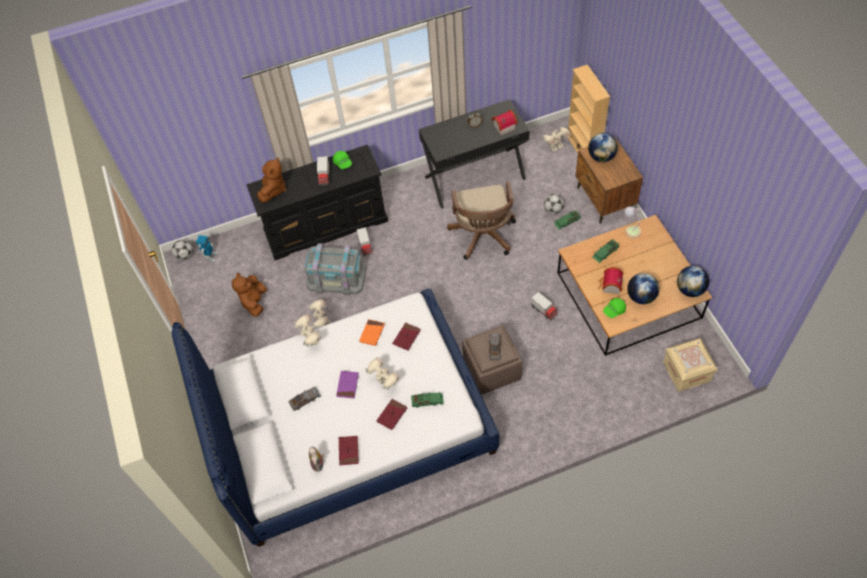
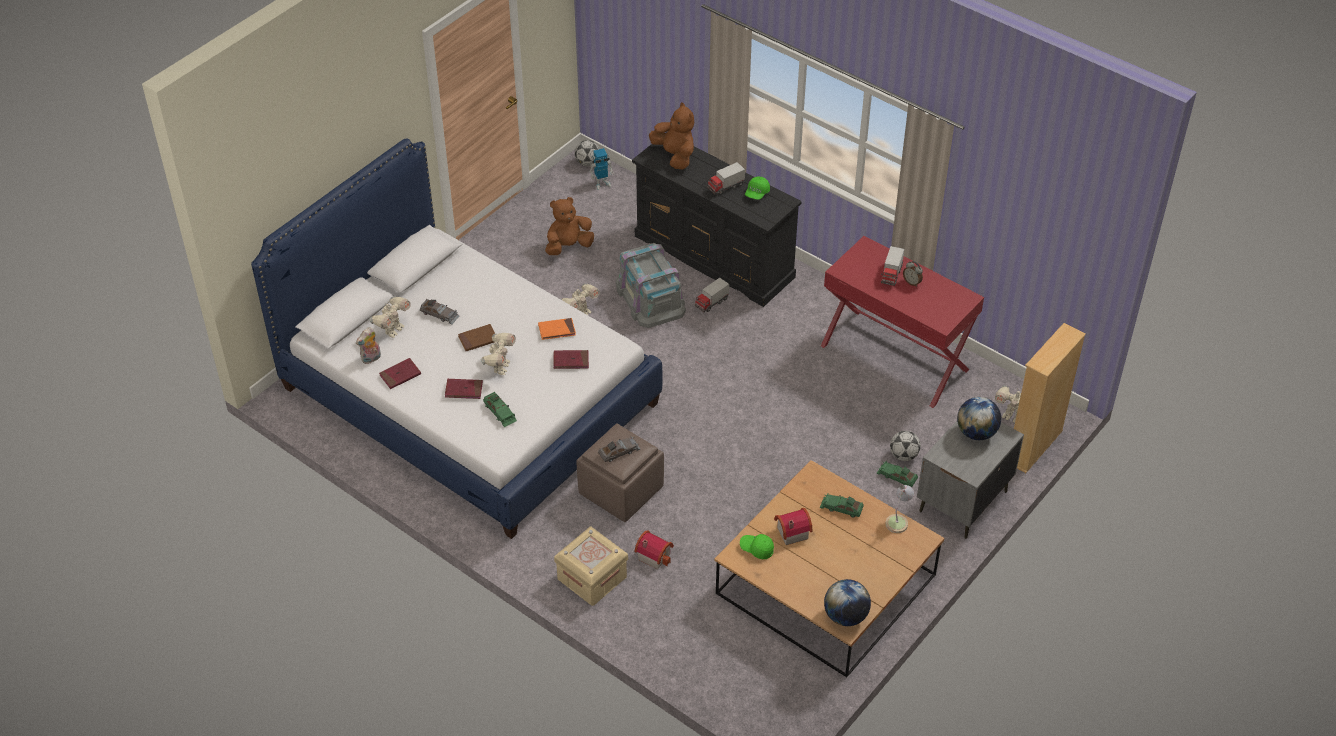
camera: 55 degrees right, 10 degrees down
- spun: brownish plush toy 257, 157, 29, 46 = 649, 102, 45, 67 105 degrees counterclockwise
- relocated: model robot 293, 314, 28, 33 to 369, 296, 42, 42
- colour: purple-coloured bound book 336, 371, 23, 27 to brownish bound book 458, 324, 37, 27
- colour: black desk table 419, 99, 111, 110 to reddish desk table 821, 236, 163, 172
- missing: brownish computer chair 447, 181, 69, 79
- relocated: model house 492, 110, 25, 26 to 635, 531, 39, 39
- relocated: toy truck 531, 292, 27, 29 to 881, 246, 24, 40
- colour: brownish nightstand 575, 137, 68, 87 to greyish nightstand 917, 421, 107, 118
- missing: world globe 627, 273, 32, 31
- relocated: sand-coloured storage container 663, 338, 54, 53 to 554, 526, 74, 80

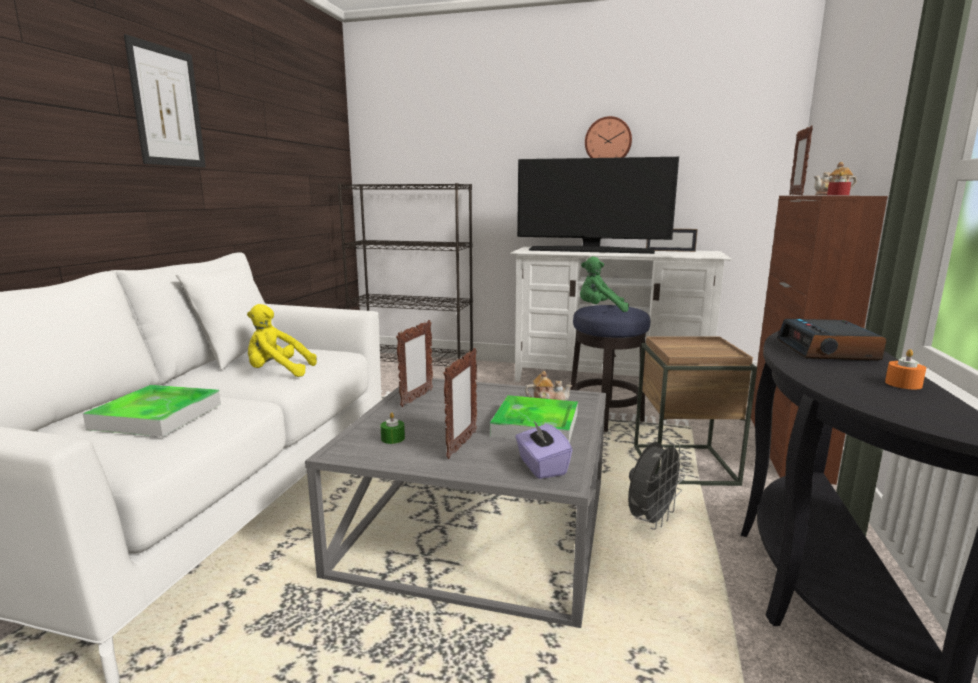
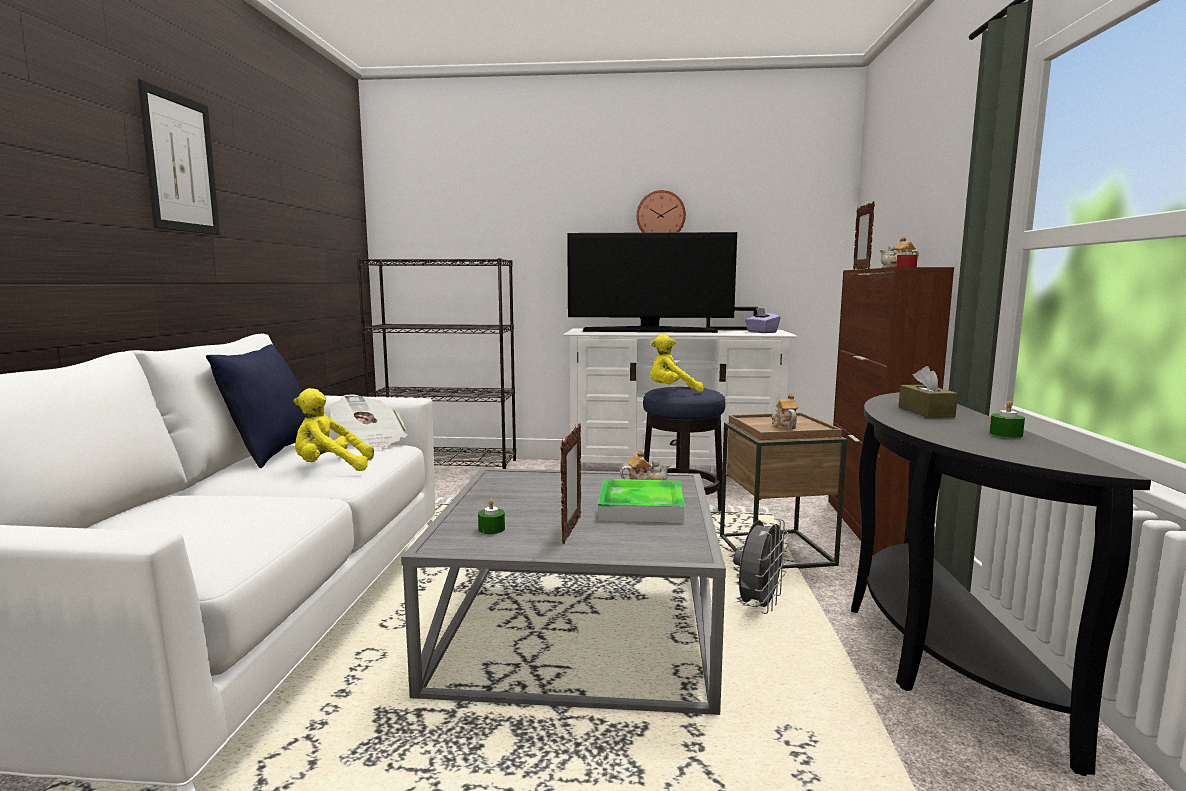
camera: 10 degrees left, 5 degrees down
- missing: carrying tray 83, 385, 138, 52
- colour: white throw pillow 176, 263, 102, 107 to blue throw pillow 206, 344, 99, 124
- missing: standing frame 396, 320, 37, 87
- relocated: purple-coloured box of tissues 515, 421, 57, 58 to 745, 308, 35, 25
- colour: greenish plush toy 580, 256, 49, 56 to yellowish plush toy 650, 334, 53, 58
- exchanged: table clock 777, 319, 110, 42 to brownish box of tissues 899, 366, 59, 52
- colour: orange-coloured wax light 885, 349, 41, 40 to greenish wax light 989, 401, 36, 37
- appeared: newspaper 329, 394, 79, 55
- appeared: pot for tea 771, 393, 27, 36

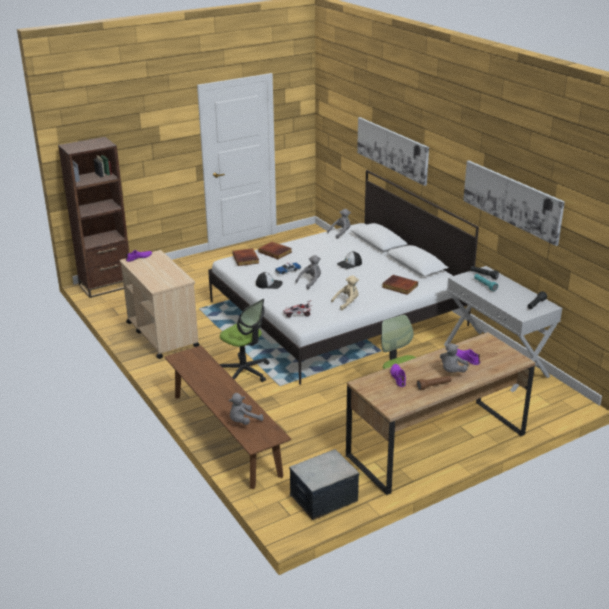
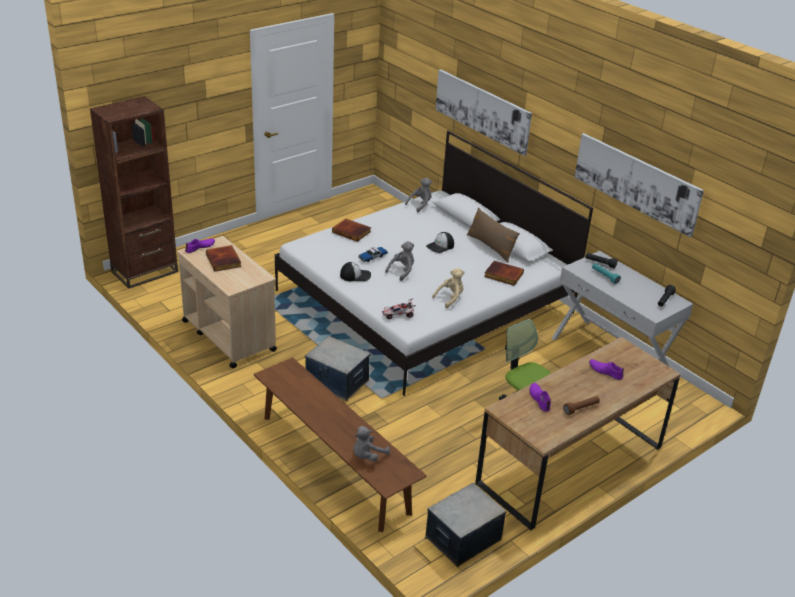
camera: 10 degrees left, 5 degrees up
- exchanged: computer chair 220, 299, 50, 83 to storage container 305, 336, 65, 65
- relocated: bound book 232, 248, 27, 18 to 206, 245, 36, 26
- missing: greyish plush toy 440, 343, 29, 30
- appeared: brownish throw pillow 467, 207, 53, 56

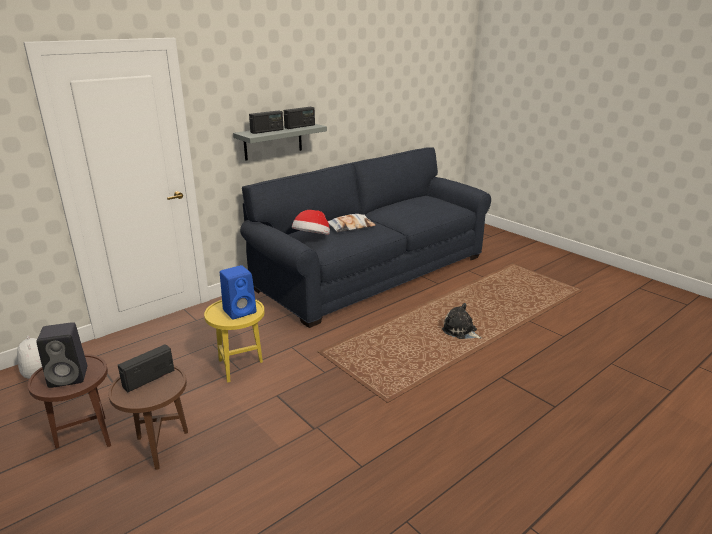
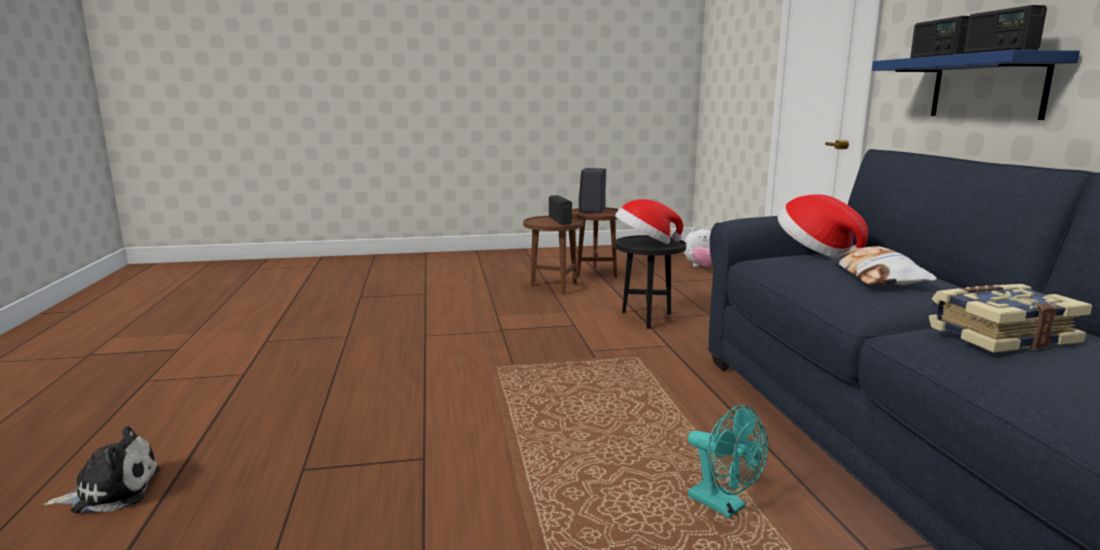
camera: 120 degrees right, 10 degrees down
- colour: yellowish accent table 204, 299, 61, 84 to black accent table 615, 235, 71, 94
- exchanged: blue loudspeaker 220, 265, 37, 54 to wearable hat 615, 199, 68, 45
- colour: greyish wall shelf 233, 124, 94, 37 to blue wall shelf 872, 50, 208, 70
- relocated: plush toy 442, 303, 40, 36 to 44, 426, 116, 87
- appeared: blue-green fan 688, 405, 80, 113
- appeared: bound book 929, 284, 163, 69

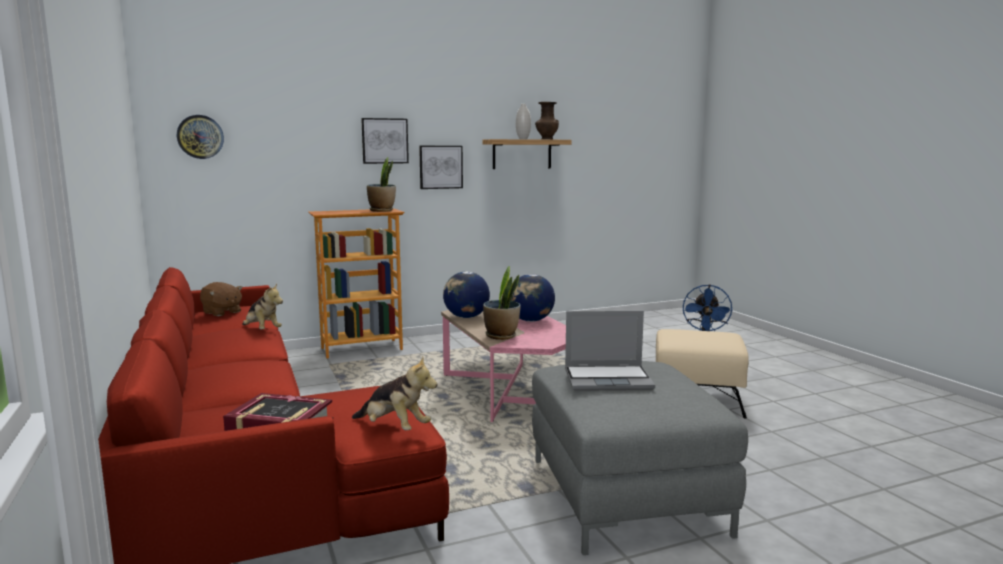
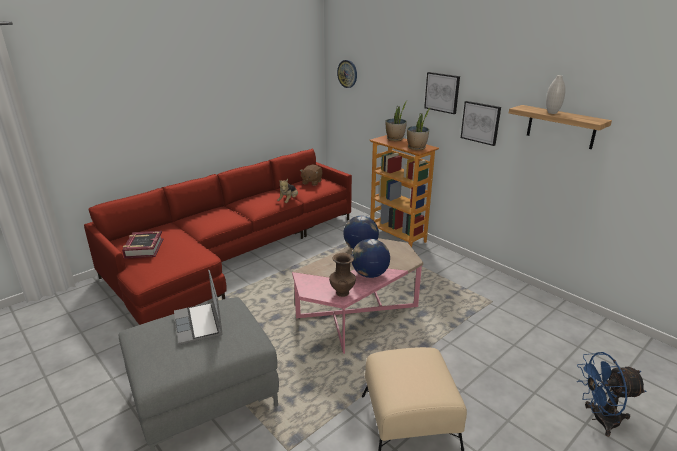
camera: 70 degrees right, 15 degrees up
- missing: plush toy 352, 357, 85, 73
- relocated: houseplant 483, 266, 38, 74 to 385, 101, 22, 40
- relocated: brownish decorative vase 535, 102, 24, 37 to 329, 253, 27, 44

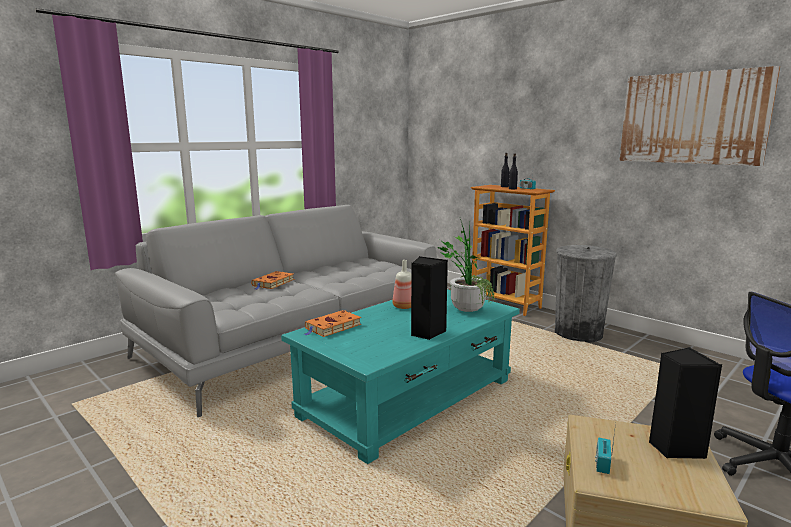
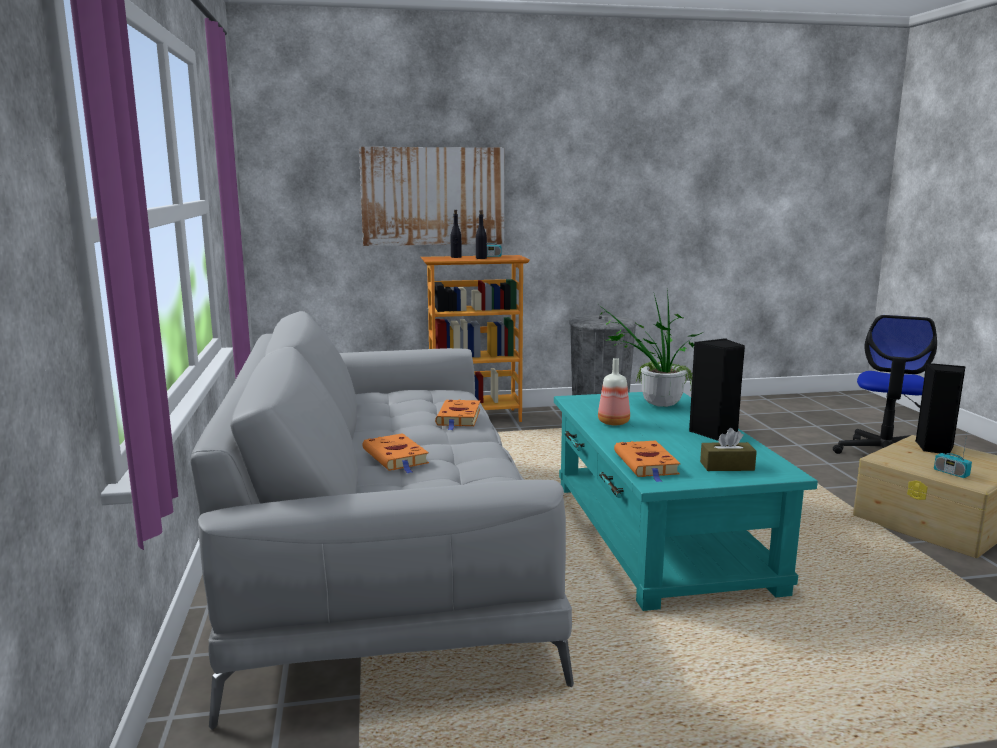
camera: 55 degrees left, 0 degrees up
- relocated: wall art 619, 66, 161, 100 to 359, 147, 145, 99
- appeared: orange-coloured bound book 435, 399, 45, 31
- appeared: brownish box of tissues 700, 428, 57, 43

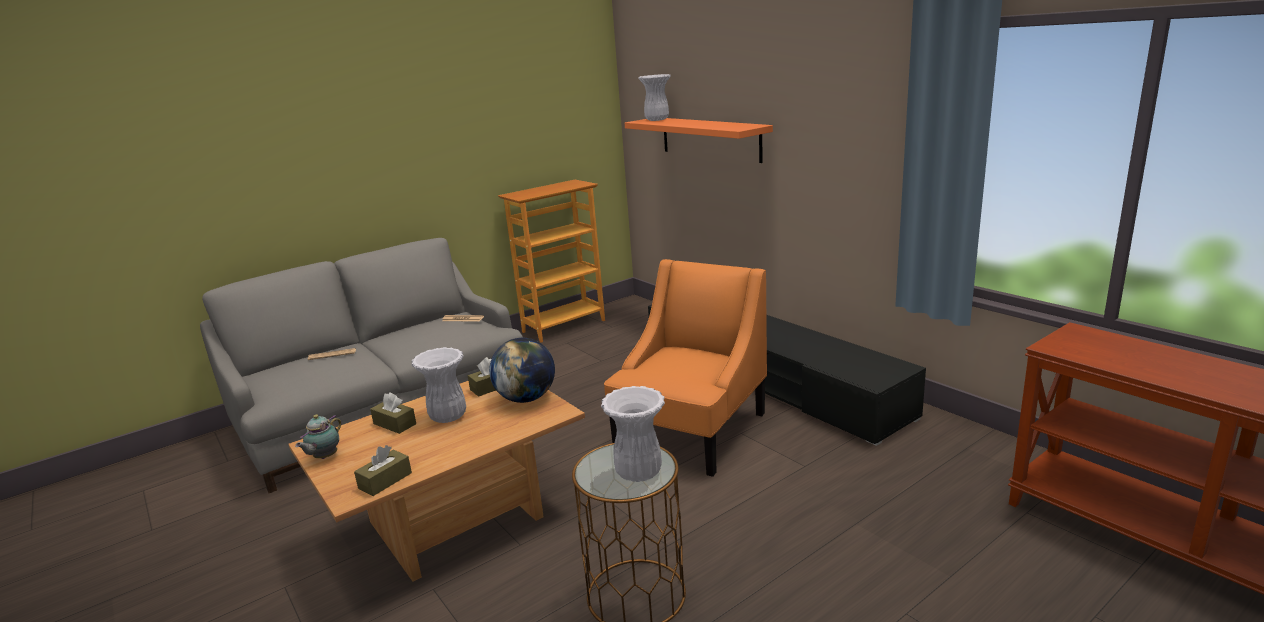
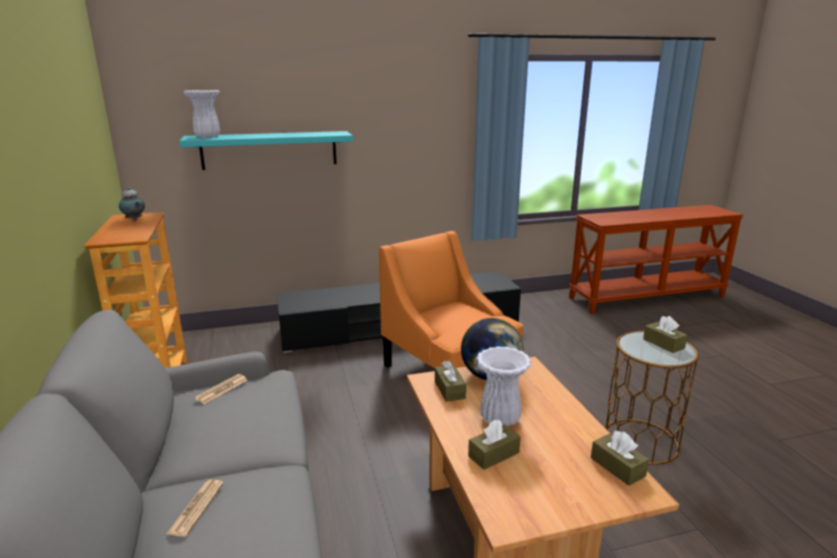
camera: 70 degrees left, 0 degrees up
- relocated: pot for tea 295, 414, 46, 45 to 119, 187, 26, 33
- exchanged: white decorative vase 601, 386, 64, 96 to brownish box of tissues 643, 316, 45, 37
- colour: orange-coloured wall shelf 625, 118, 148, 45 to blue-green wall shelf 179, 131, 174, 39

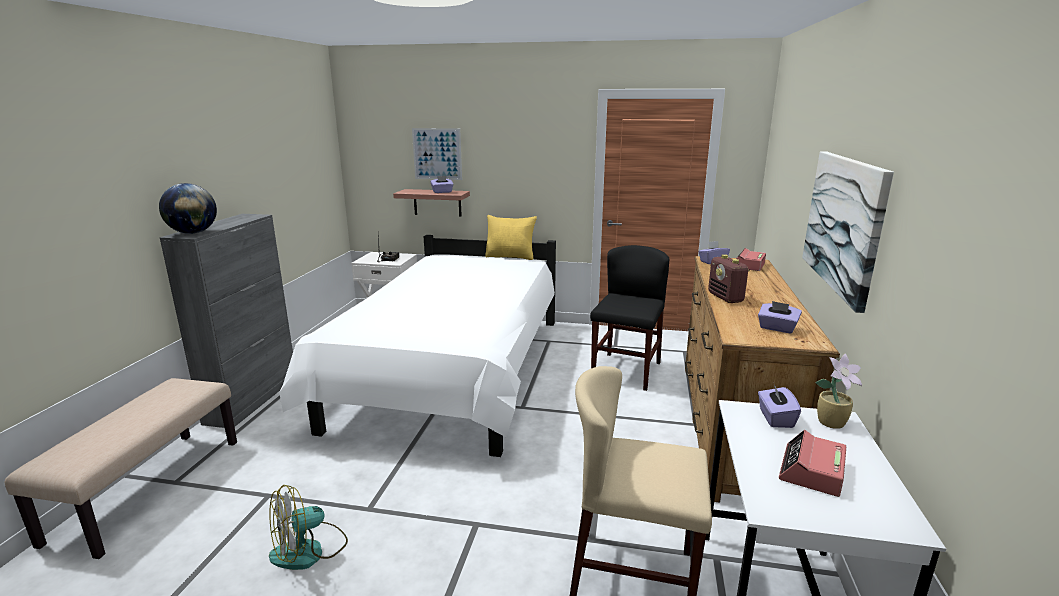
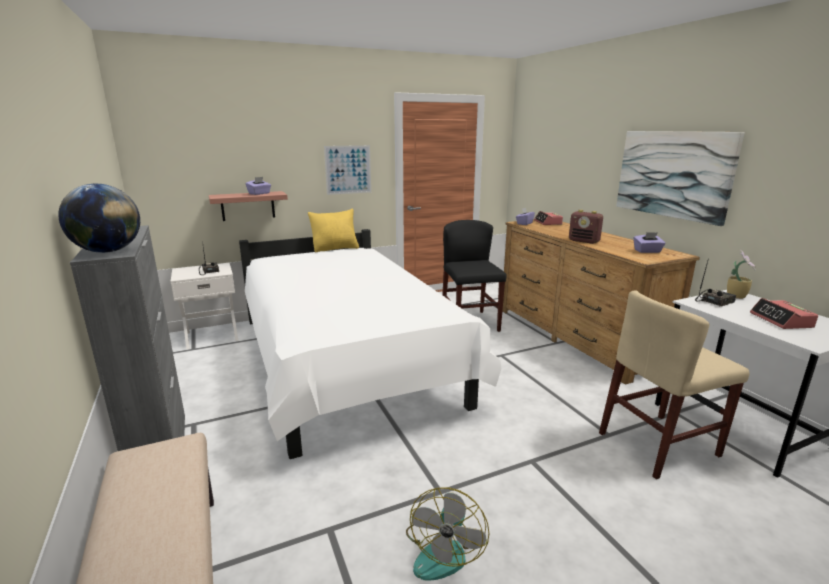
camera: 35 degrees left, 0 degrees up
- relocated: wall art 412, 128, 50, 52 to 324, 145, 47, 50
- exchanged: purple-coloured box of tissues 758, 382, 43, 46 to radio set 695, 258, 41, 49

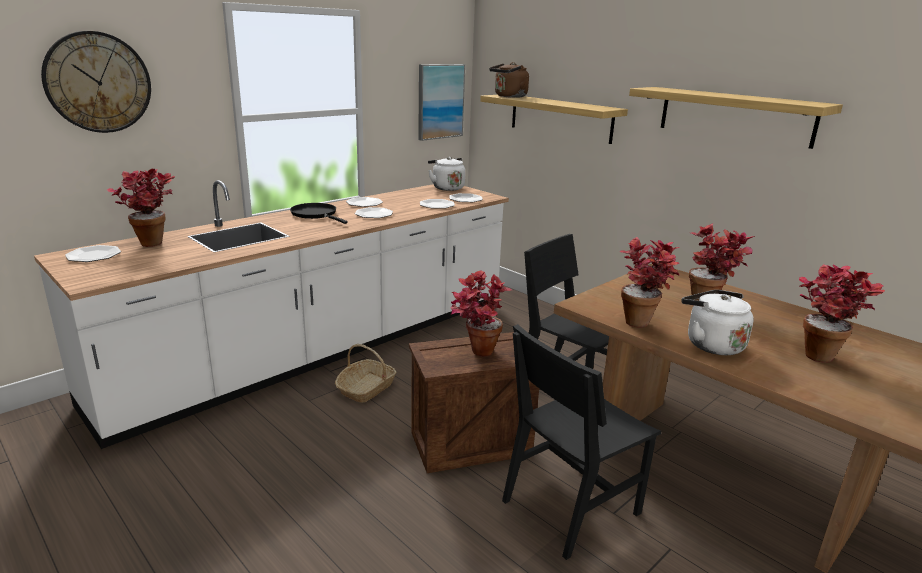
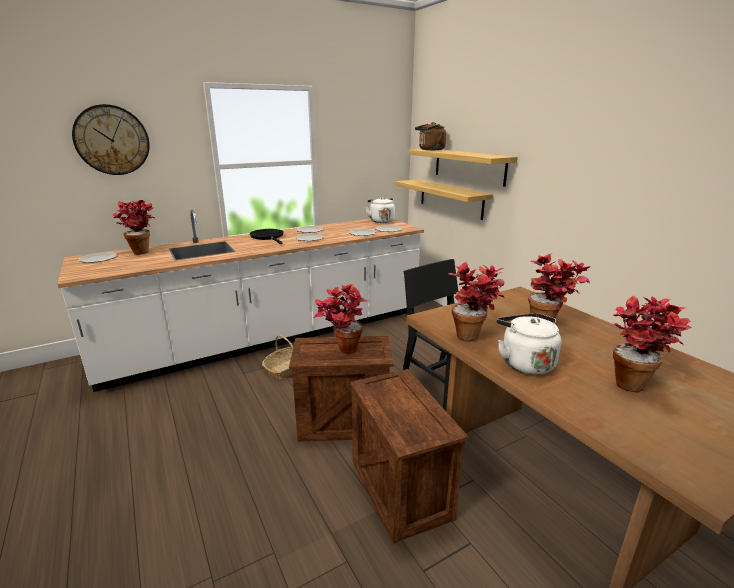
camera: 15 degrees right, 0 degrees up
- missing: wall art 418, 64, 47, 77
- exchanged: black chair 502, 324, 159, 236 to crate 350, 369, 119, 174
- relocated: wall shelf 629, 87, 214, 62 to 396, 179, 97, 41

